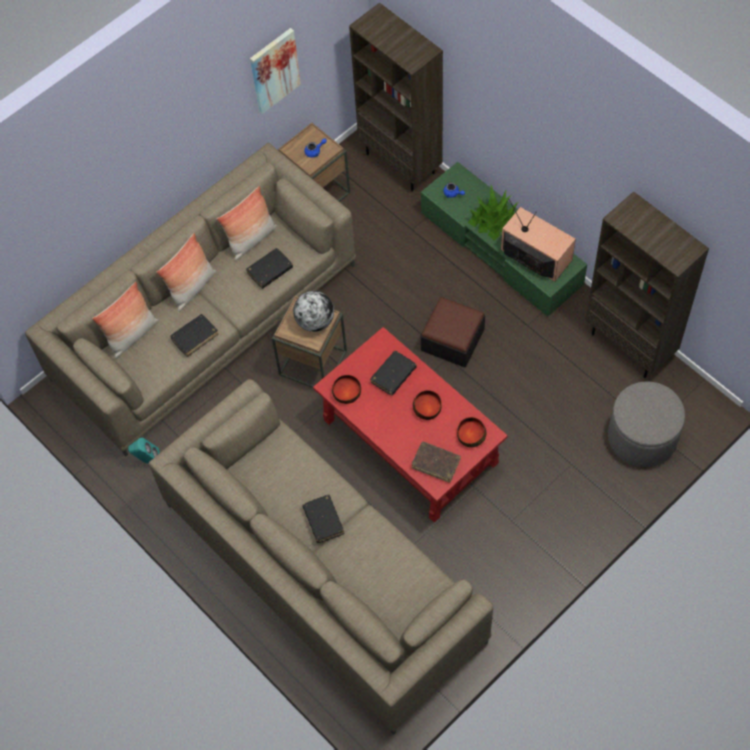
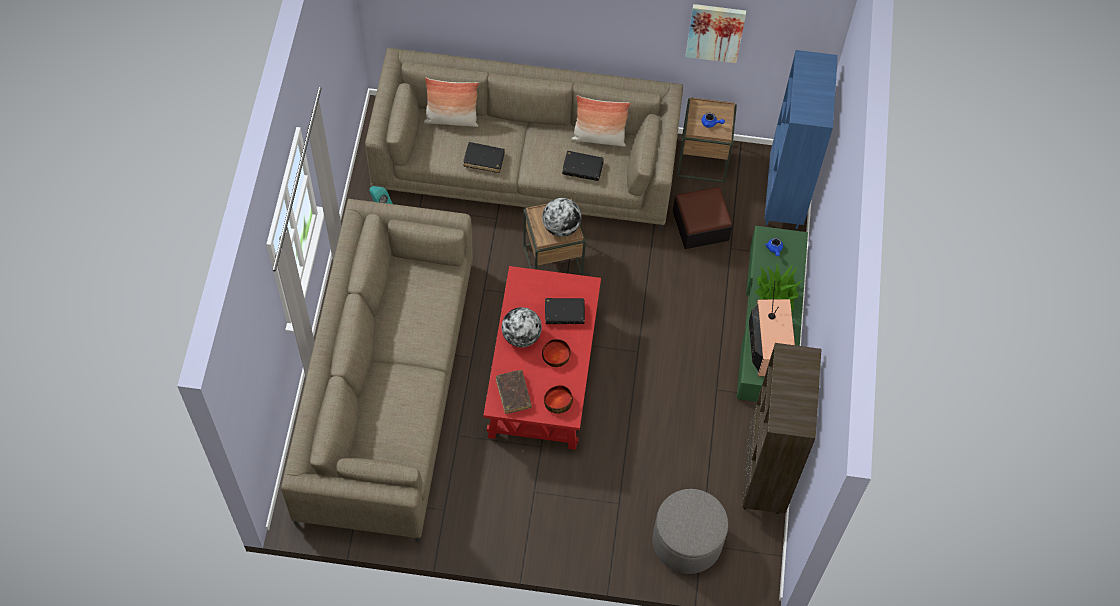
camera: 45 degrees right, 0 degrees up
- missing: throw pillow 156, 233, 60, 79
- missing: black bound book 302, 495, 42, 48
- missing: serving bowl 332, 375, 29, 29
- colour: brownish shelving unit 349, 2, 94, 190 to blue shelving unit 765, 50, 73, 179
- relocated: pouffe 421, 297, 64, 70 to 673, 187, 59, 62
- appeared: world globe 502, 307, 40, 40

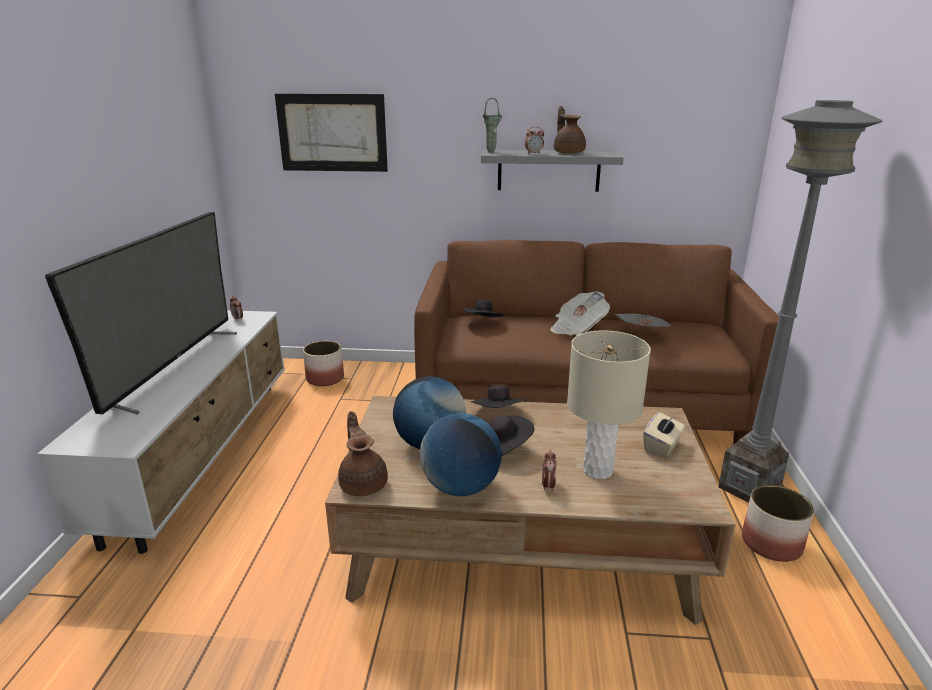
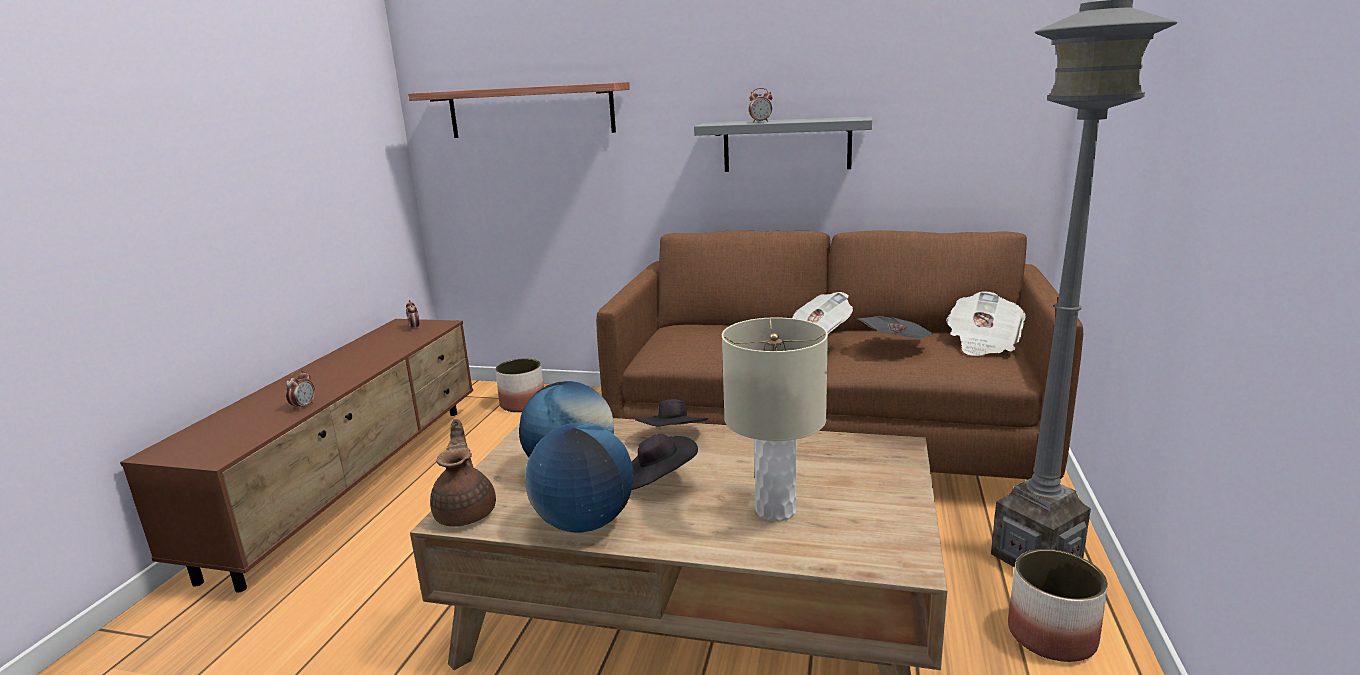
camera: 10 degrees right, 5 degrees down
- colour: white media console 37, 310, 248, 244 to brownish media console 120, 319, 353, 274
- missing: television 45, 212, 192, 203
- exchanged: wall art 275, 94, 113, 78 to wall shelf 408, 82, 222, 56
- missing: black wearable hat 461, 299, 43, 18
- missing: greenish decorative vase 483, 98, 19, 55
- relocated: table clock 542, 450, 14, 42 to 286, 370, 29, 40
- missing: brownish pot for tea 554, 106, 32, 48
- missing: sand-coloured box of tissues 643, 412, 42, 46
- appeared: newspaper 946, 291, 80, 65

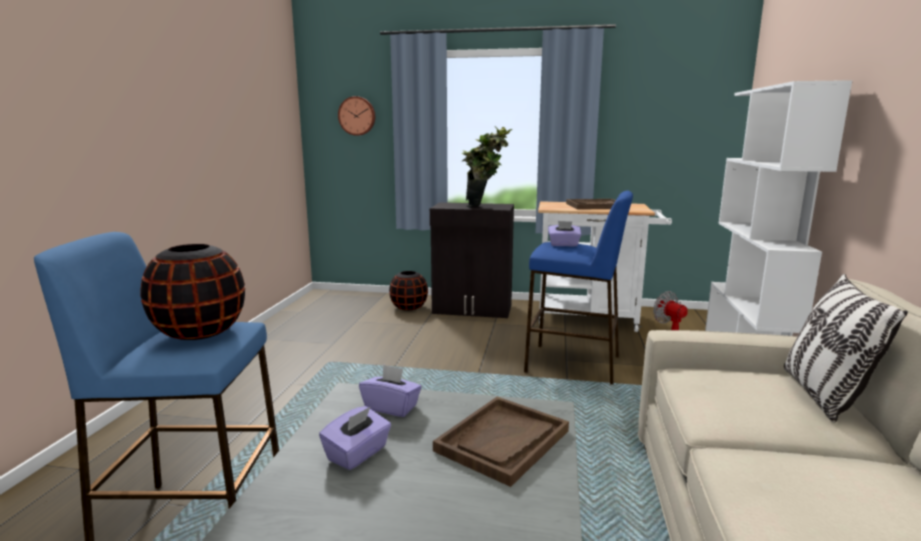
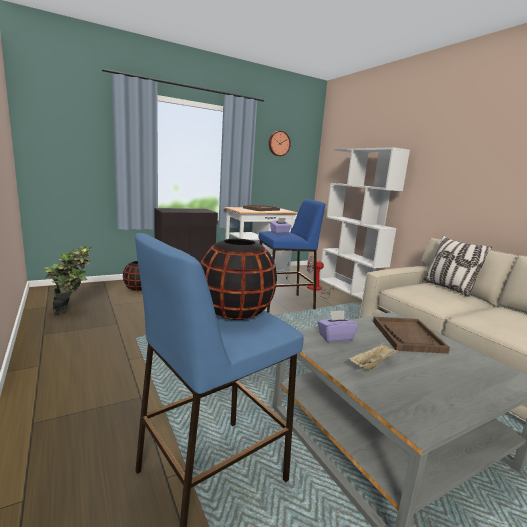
camera: 40 degrees left, 0 degrees up
- exchanged: purple-coloured box of tissues 319, 406, 72, 64 to sand-coloured carrying tray 349, 343, 51, 27
- relocated: wall clock 338, 96, 37, 40 to 269, 131, 22, 25
- relocated: houseplant 462, 126, 50, 81 to 44, 247, 47, 68

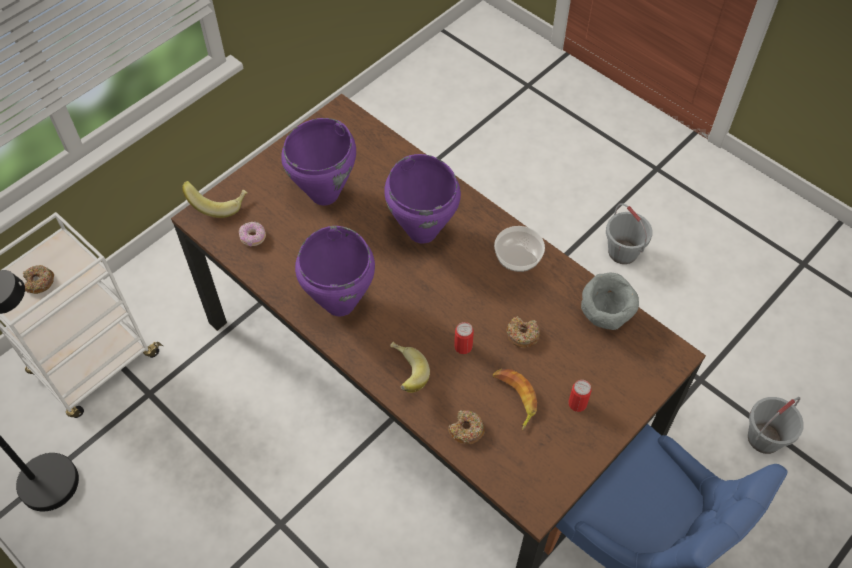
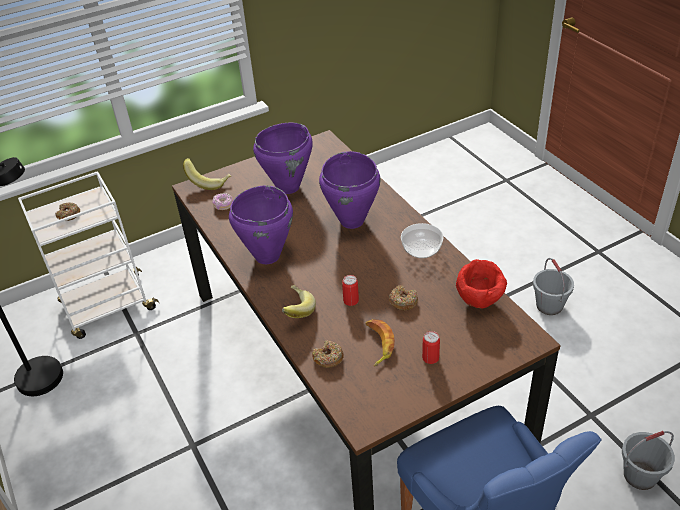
camera: 20 degrees right, 15 degrees down
- colour: greyish serving bowl 581, 273, 58, 57 to reddish serving bowl 456, 259, 51, 50

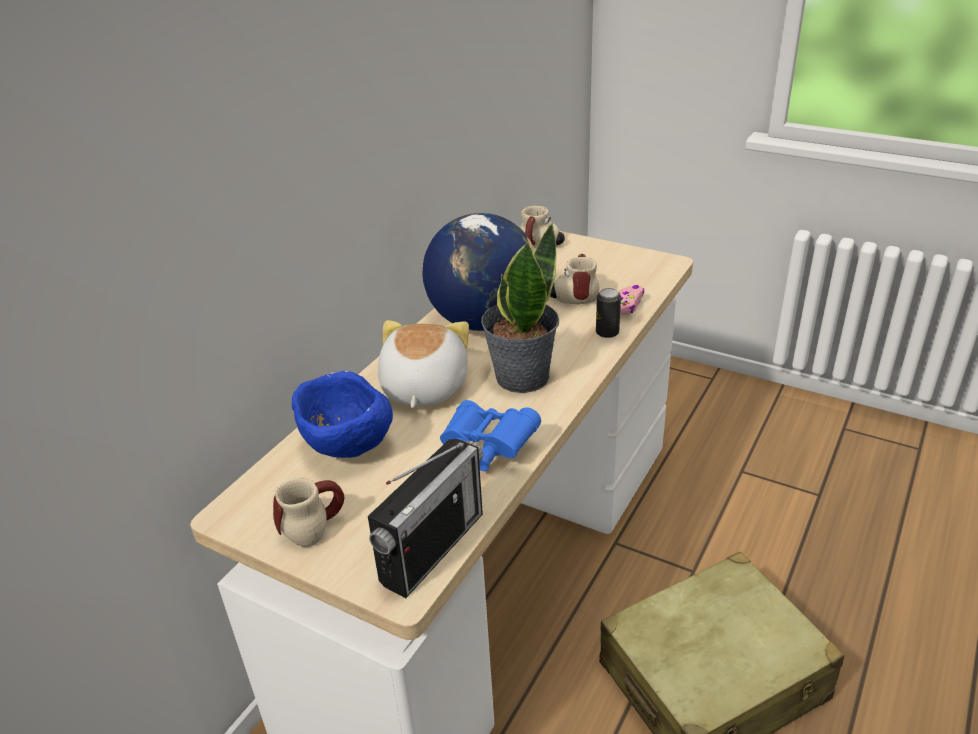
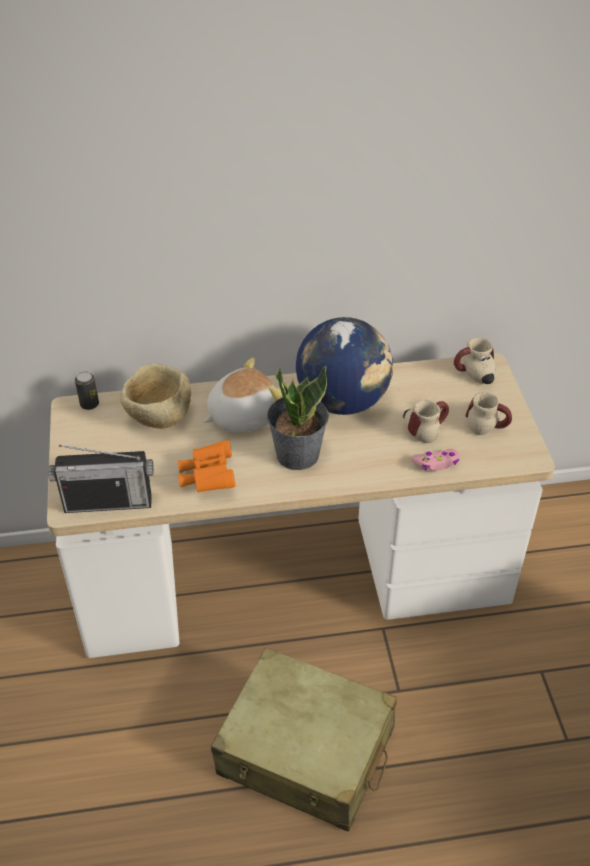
camera: 50 degrees right, 10 degrees up
- relocated: mug 273, 477, 71, 70 to 466, 392, 46, 43
- colour: blue serving bowl 292, 370, 101, 88 to sand-coloured serving bowl 120, 363, 71, 66
- colour: blue pair of binoculars 440, 400, 101, 71 to orange-coloured pair of binoculars 178, 440, 57, 53
- relocated: can 596, 288, 25, 50 to 75, 371, 24, 39

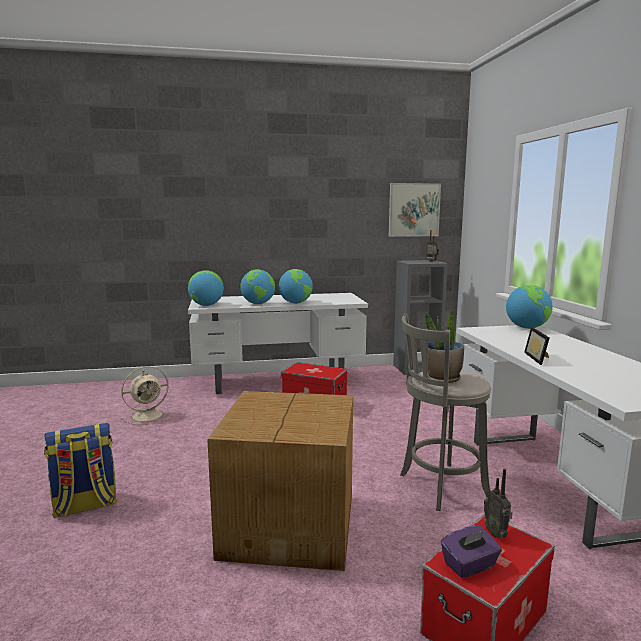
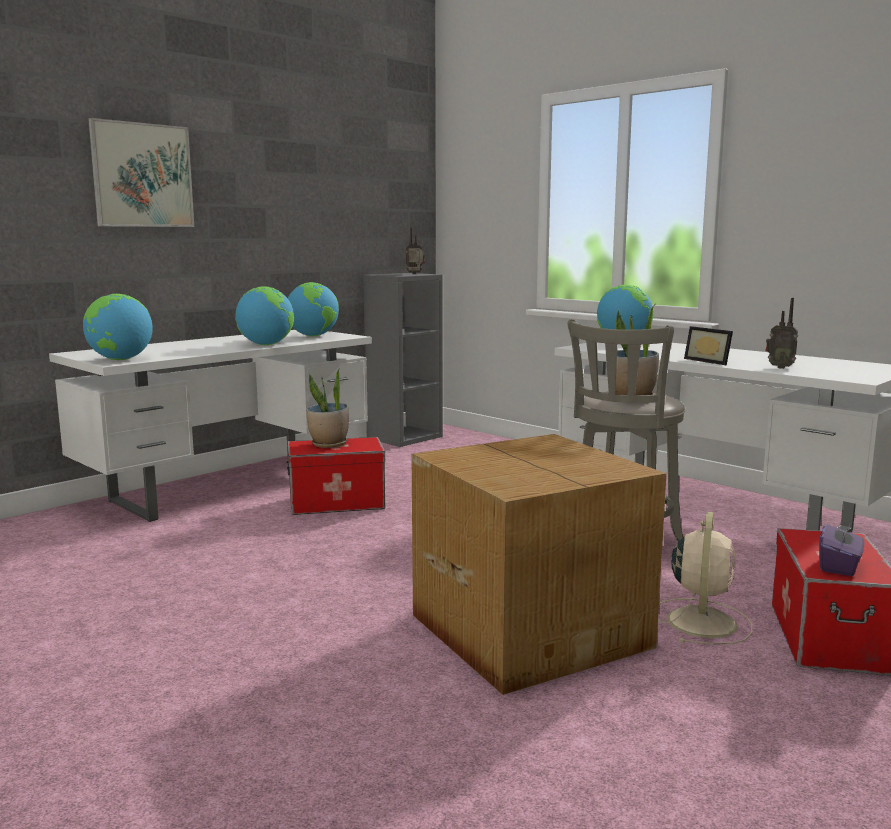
camera: 35 degrees left, 0 degrees up
- missing: backpack 44, 423, 74, 95
- relocated: sand-coloured fan 121, 366, 51, 59 to 658, 512, 94, 133
- relocated: world globe 241, 269, 34, 35 to 288, 282, 51, 54
- relocated: wall art 389, 183, 52, 54 to 88, 118, 106, 109
- relocated: radio set 484, 468, 28, 71 to 765, 298, 33, 71
- appeared: houseplant 306, 368, 43, 80

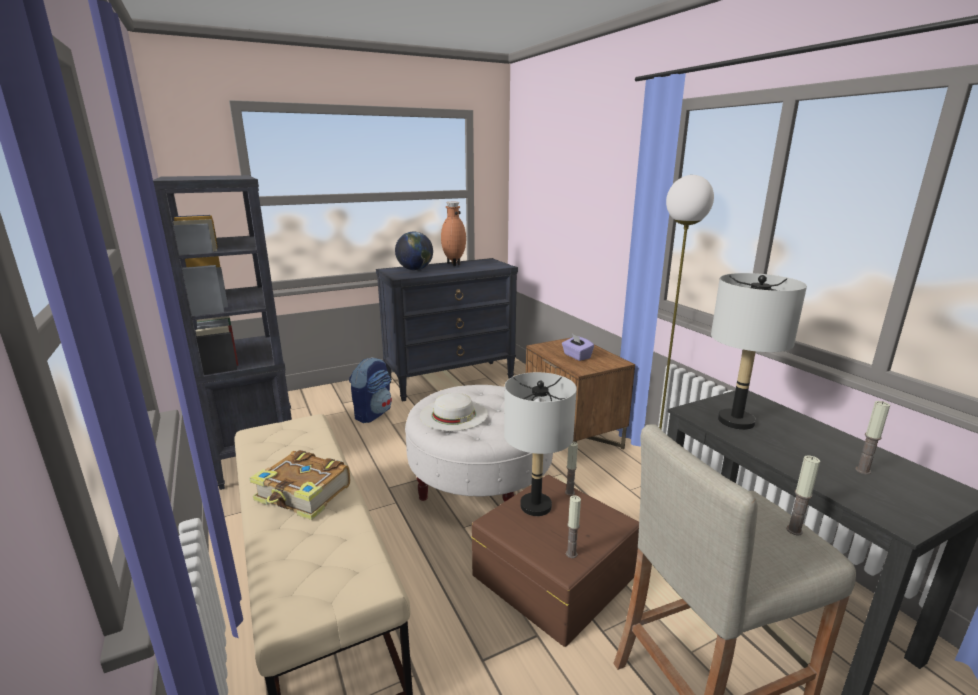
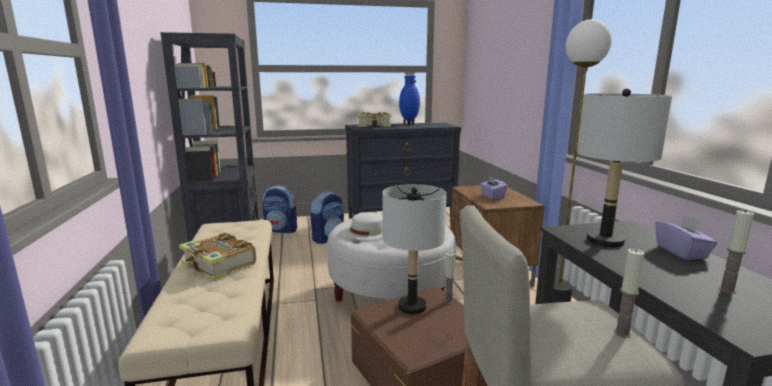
camera: 15 degrees right, 5 degrees down
- exchanged: world globe 395, 232, 38, 38 to bound book 358, 112, 33, 15
- colour: brownish decorative vase 441, 202, 25, 64 to blue decorative vase 399, 73, 21, 52
- missing: wax light 566, 495, 15, 63
- appeared: backpack 262, 186, 35, 47
- appeared: purple-coloured box of tissues 655, 214, 63, 46

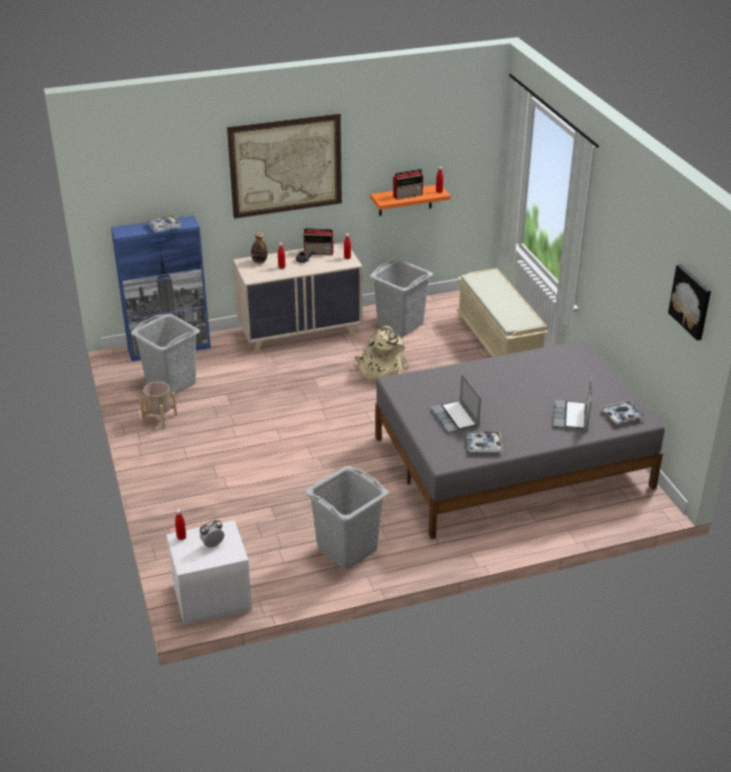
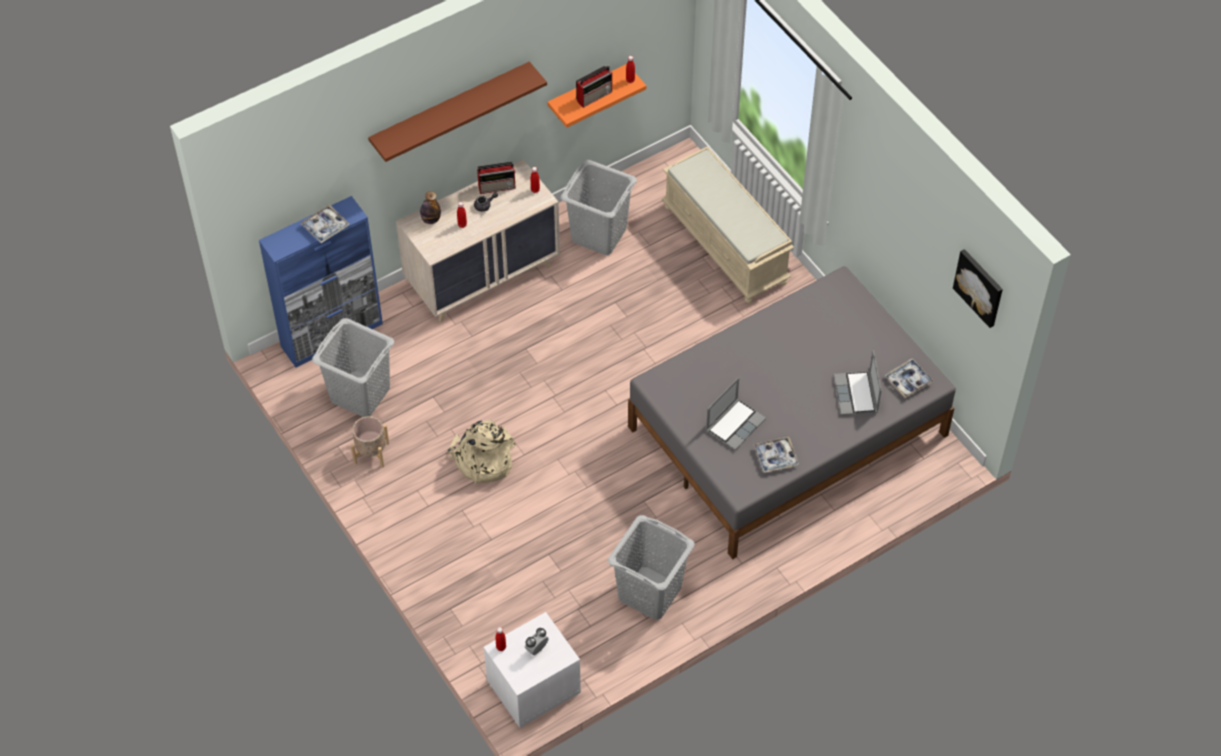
camera: 15 degrees left, 20 degrees up
- exchanged: wall art 227, 114, 115, 105 to brownish wall shelf 368, 61, 179, 101
- relocated: sand-coloured backpack 354, 326, 54, 56 to 448, 421, 68, 63
- spun: laptop 430, 374, 51, 59 = 706, 377, 60, 73 105 degrees counterclockwise

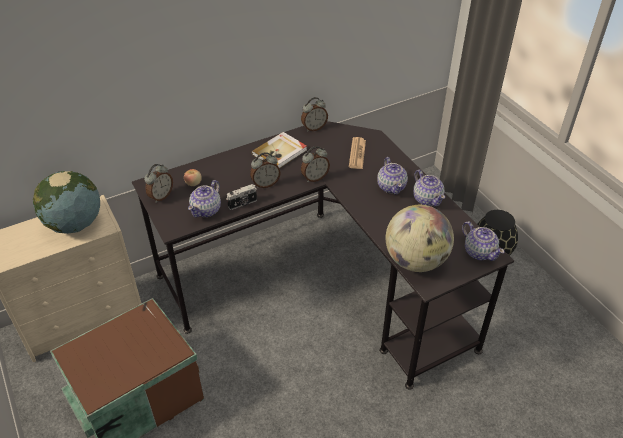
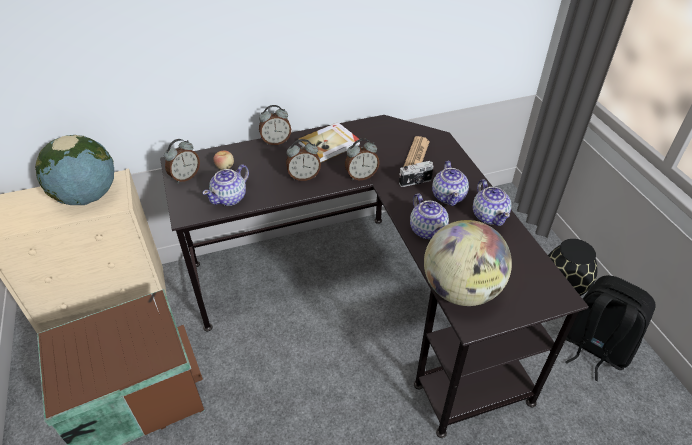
camera: 10 degrees right, 0 degrees up
- relocated: still camera 226, 184, 31, 26 to 399, 161, 35, 26
- relocated: table clock 301, 97, 27, 35 to 259, 105, 32, 40
- relocated: pot for tea 462, 221, 42, 40 to 410, 193, 39, 46
- appeared: black backpack 565, 275, 91, 106

